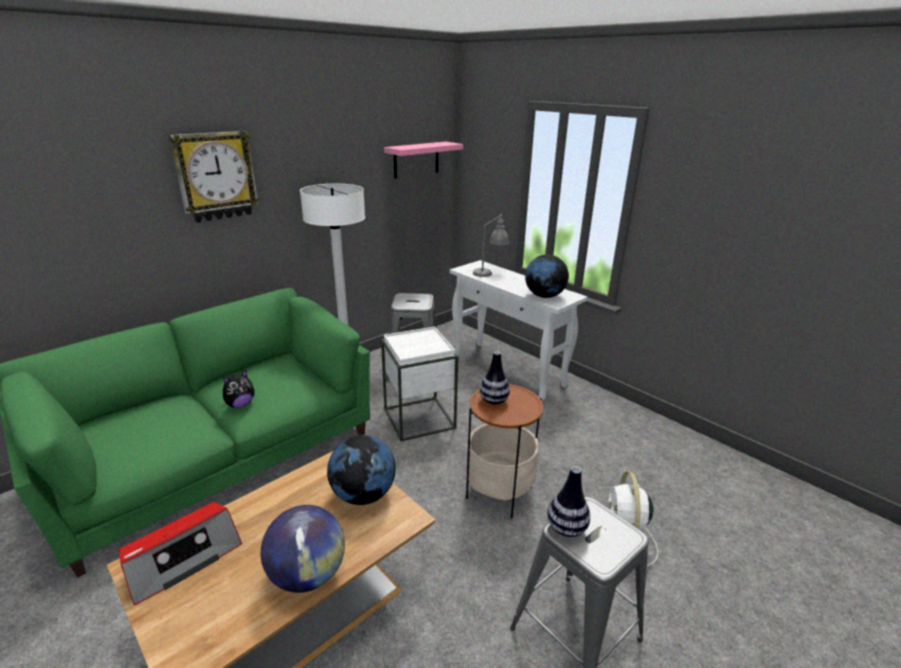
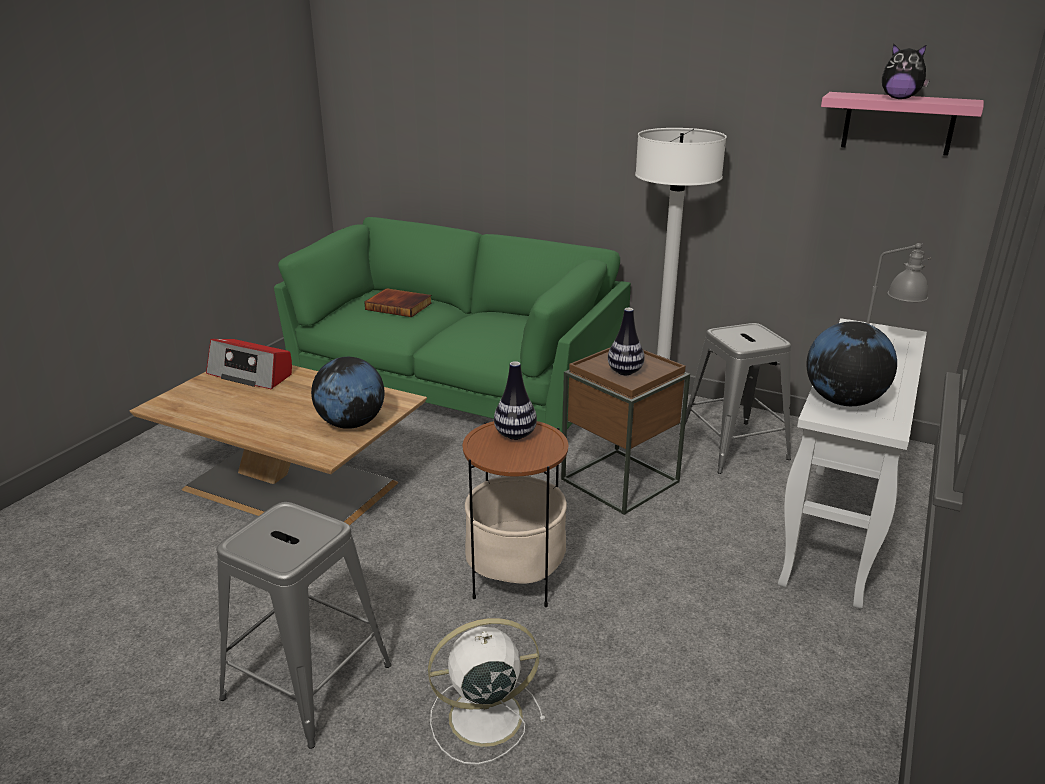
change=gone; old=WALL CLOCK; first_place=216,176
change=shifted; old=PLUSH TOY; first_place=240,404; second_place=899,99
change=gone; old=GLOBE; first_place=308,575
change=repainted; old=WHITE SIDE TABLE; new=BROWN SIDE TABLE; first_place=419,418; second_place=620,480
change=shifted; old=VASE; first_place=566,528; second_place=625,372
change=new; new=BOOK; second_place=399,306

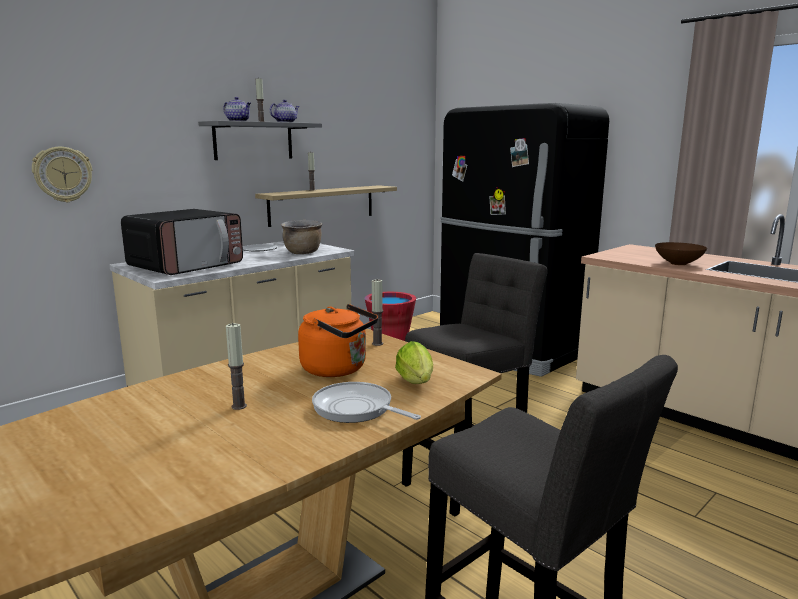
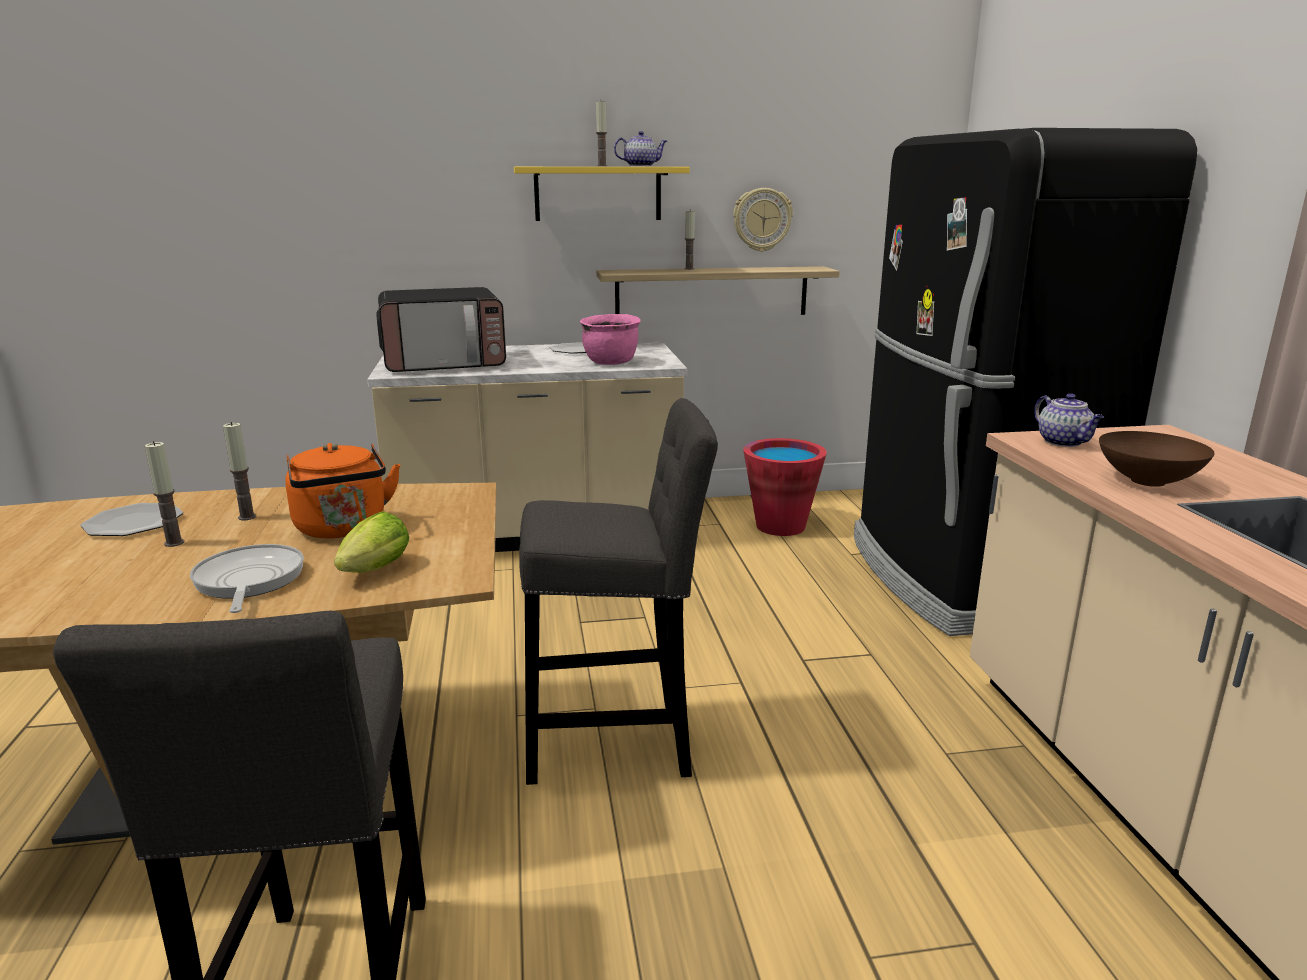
change=shifted; old=WALL CLOCK; first_place=62,174; second_place=762,219
change=repainted; old=GREY SHELF; new=YELLOW SHELF; first_place=253,141; second_place=598,193
change=shifted; old=TEAPOT; first_place=238,121; second_place=1064,442
change=repainted; old=BROWN COOKING POT; new=PINK COOKING POT; first_place=303,253; second_place=611,363
change=shifted; old=CANDLE; first_place=377,343; second_place=247,517
change=new; new=PLATE; second_place=133,522

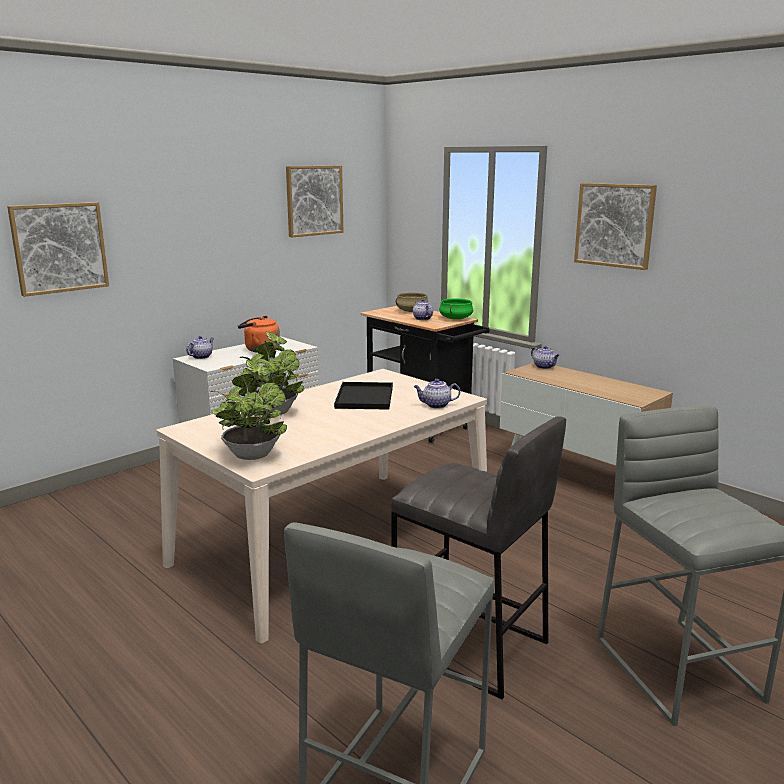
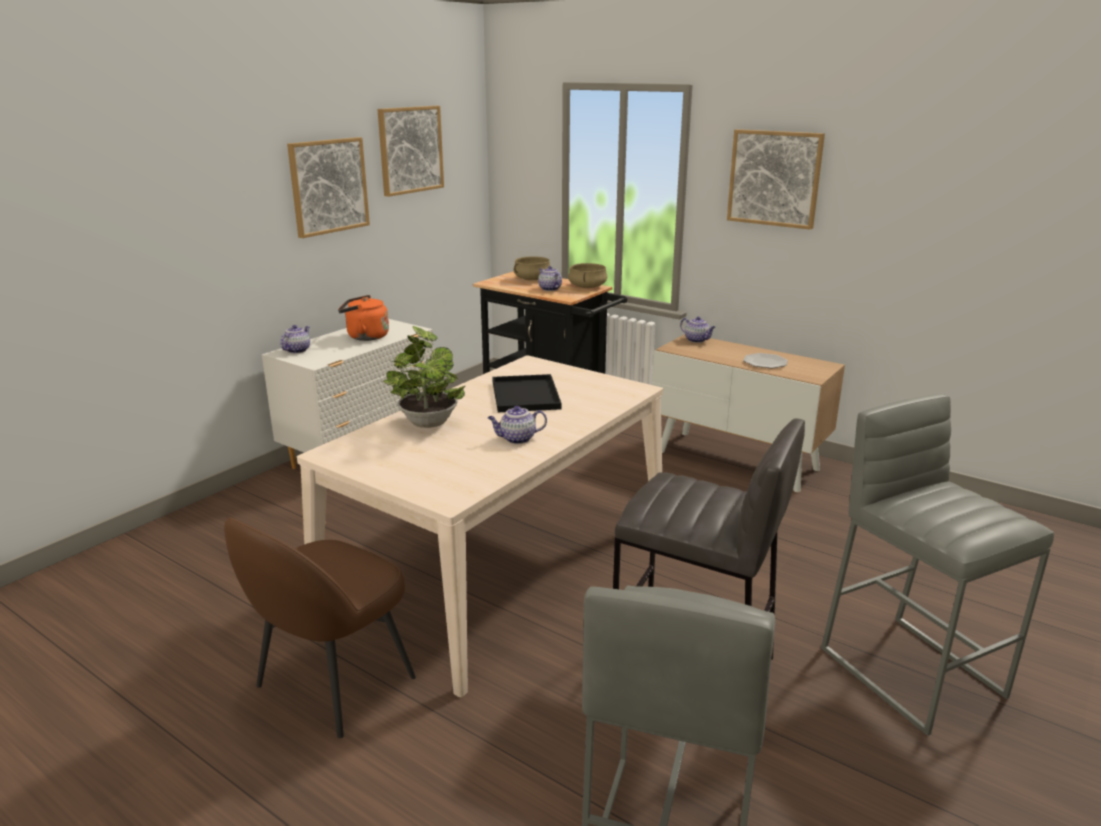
change=shifted; old=PICTURE; first_place=59,248; second_place=328,186
change=gone; old=POTTED PLANT; first_place=252,453
change=shifted; old=TEAPOT; first_place=436,405; second_place=517,439
change=repainted; old=GREEN COOKING POT; new=BEIGE COOKING POT; first_place=456,318; second_place=587,287
change=new; new=BROWN CHAIR; second_place=332,684
change=new; new=PLATE; second_place=765,362

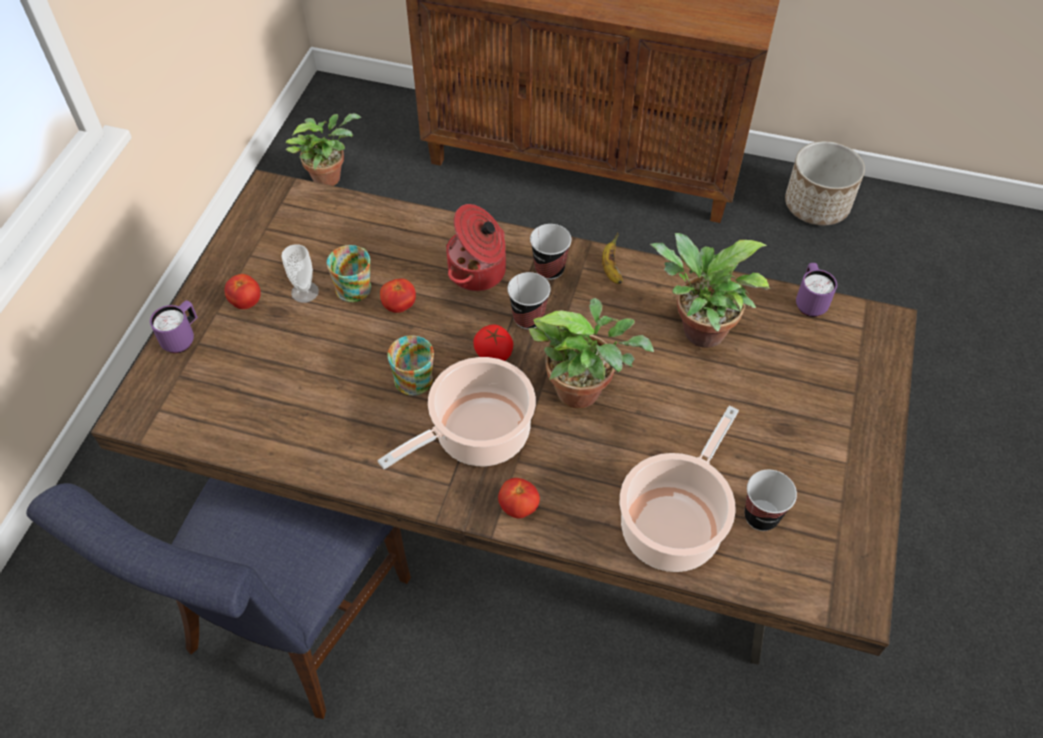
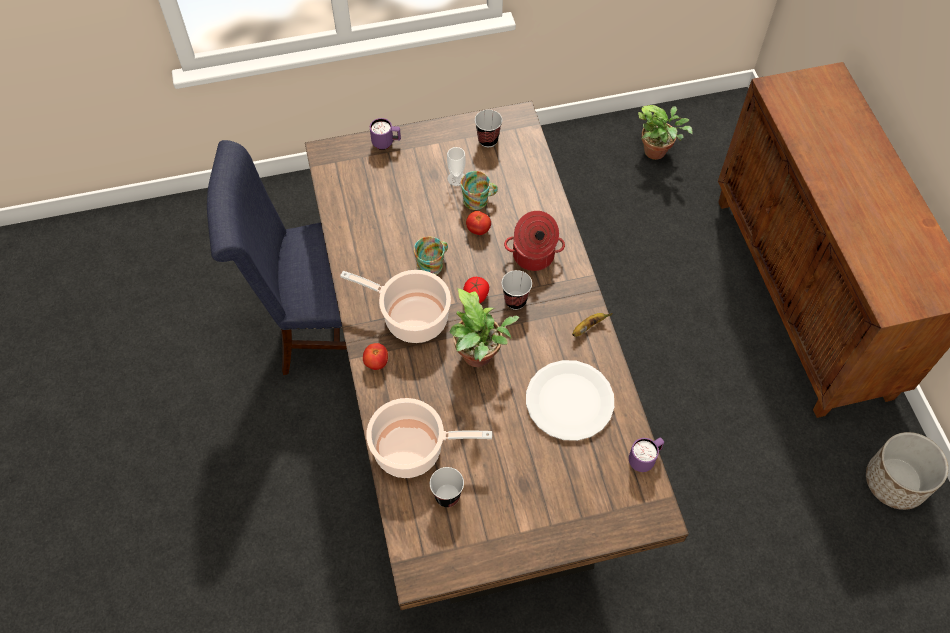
change=gone; old=TOMATO; first_place=246,302
change=shifted; old=CUP; first_place=549,269; second_place=488,140
change=swapped; old=POTTED PLANT; new=WHITE PLATE; first_place=698,332; second_place=569,401

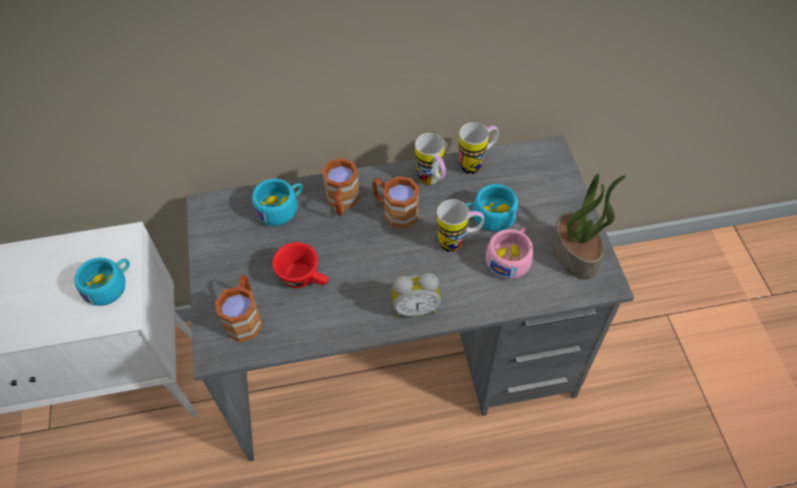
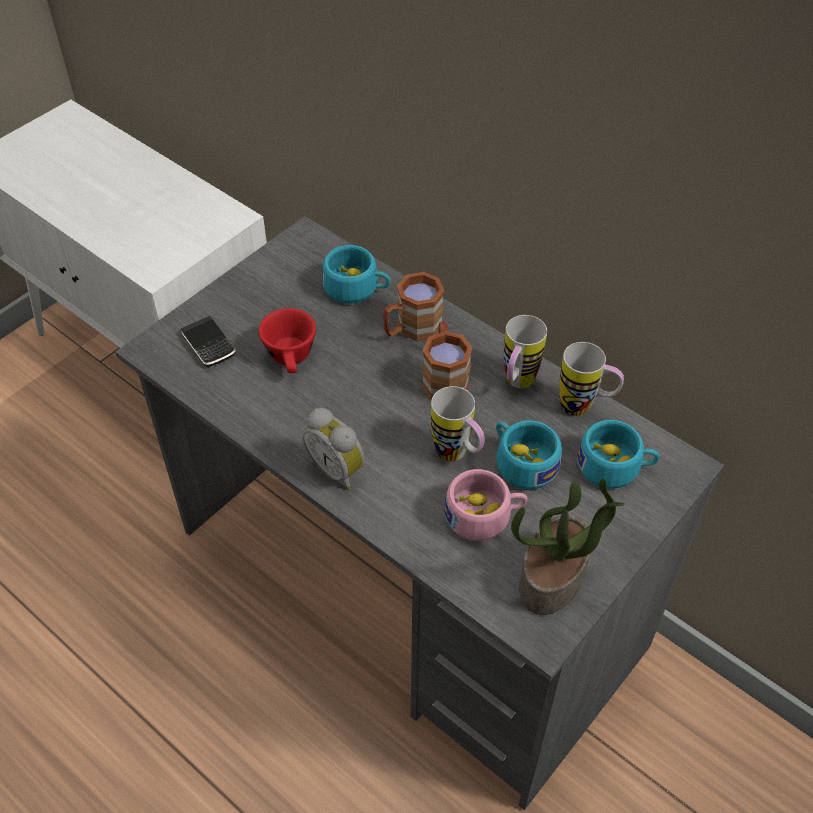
change=shifted; old=TURQUOISE CUP; first_place=110,285; second_place=615,467
change=swapped; old=BROWN MUG; new=PHONE; first_place=245,317; second_place=208,344

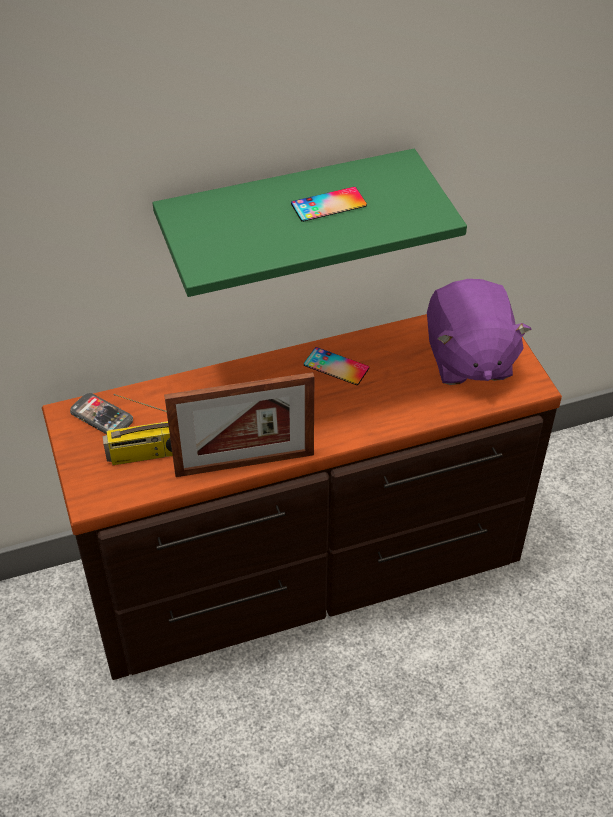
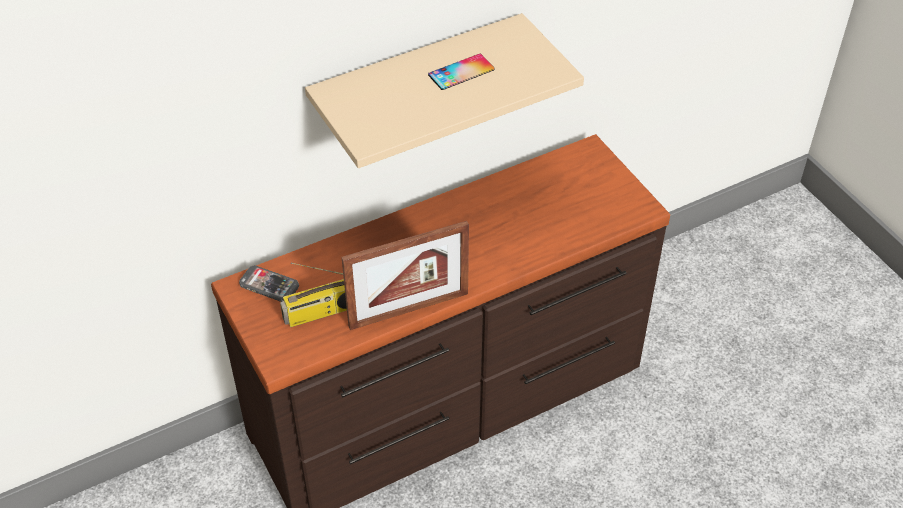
change=repainted; old=GREEN SHELF; new=BEIGE SHELF; first_place=287,216; second_place=418,85
change=gone; old=PHONE; first_place=336,366
change=gone; old=PURPLE PLUSH TOY; first_place=468,359

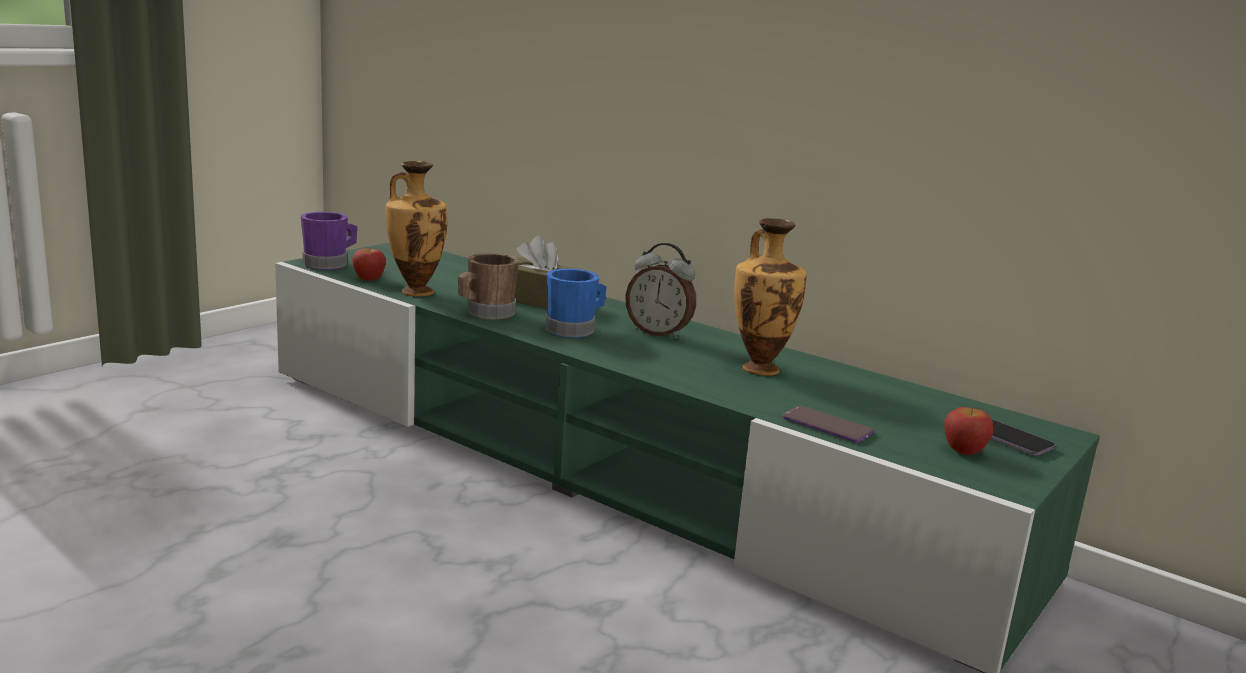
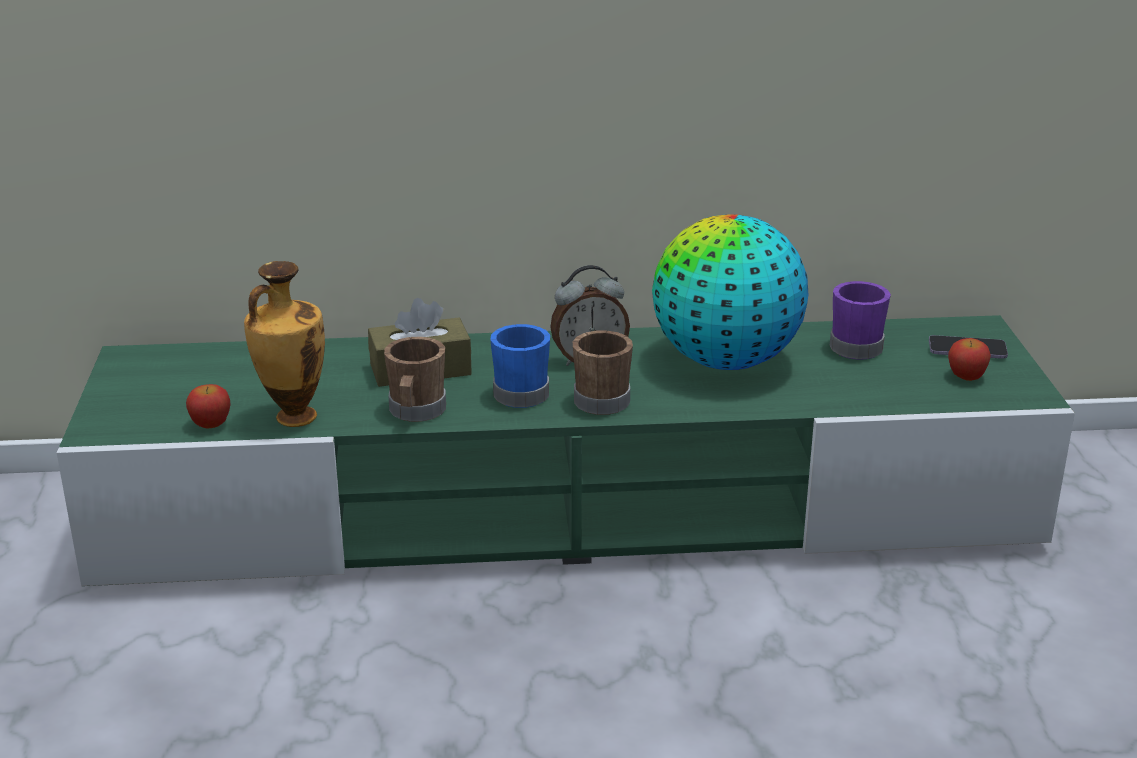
change=shifted; old=PURPLE MUG; first_place=330,264; second_place=855,345
change=swapped; old=VASE; new=GLOBE; first_place=759,368; second_place=725,361
change=gone; old=PHONE; first_place=827,426
change=new; new=BROWN MUG; second_place=605,399

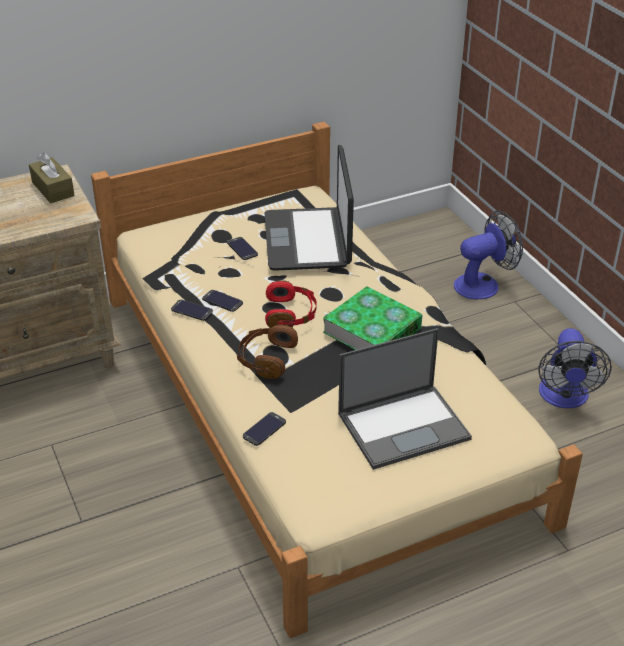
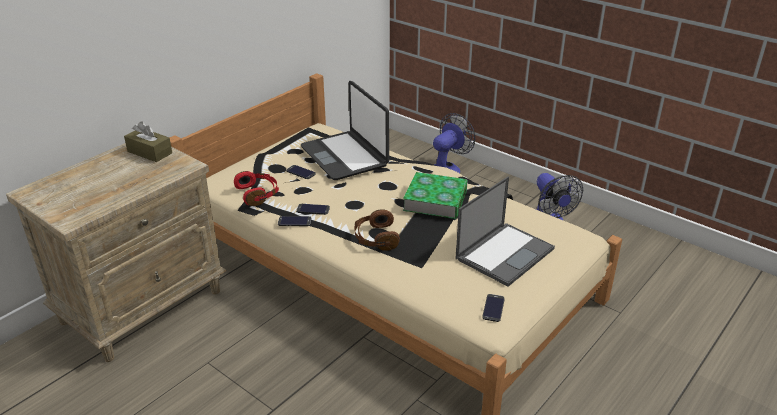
change=shifted; old=PHONE; first_place=264,429; second_place=493,308
change=shifted; old=RED HEADPHONES; first_place=291,315; second_place=258,194

